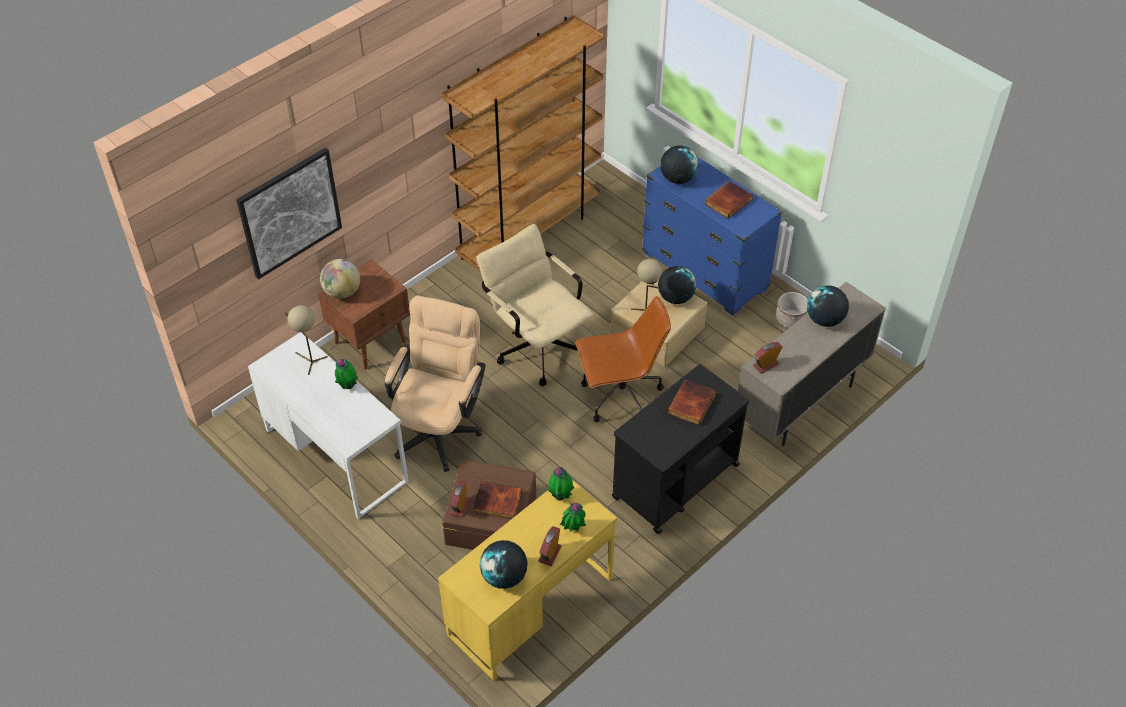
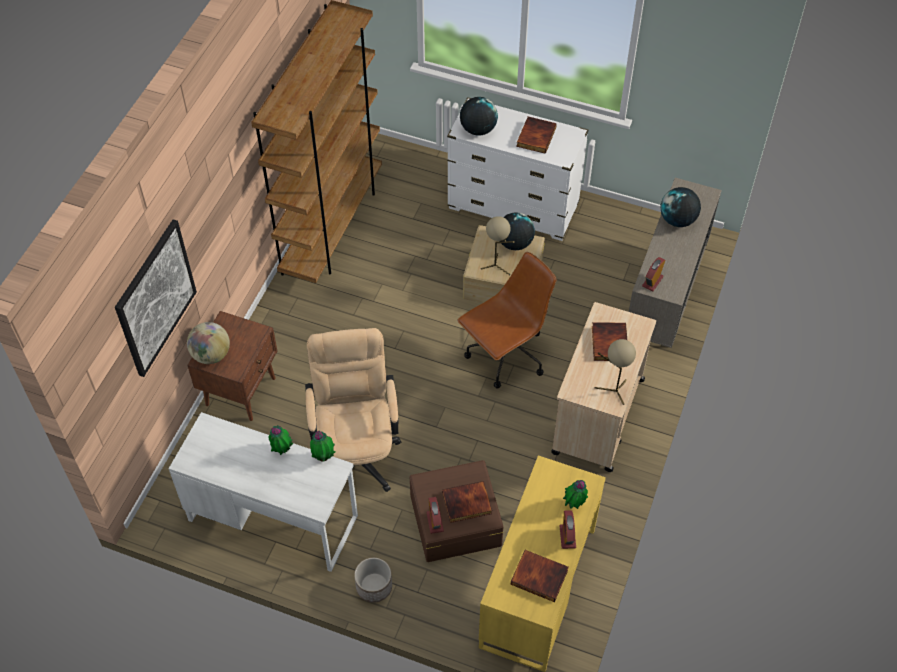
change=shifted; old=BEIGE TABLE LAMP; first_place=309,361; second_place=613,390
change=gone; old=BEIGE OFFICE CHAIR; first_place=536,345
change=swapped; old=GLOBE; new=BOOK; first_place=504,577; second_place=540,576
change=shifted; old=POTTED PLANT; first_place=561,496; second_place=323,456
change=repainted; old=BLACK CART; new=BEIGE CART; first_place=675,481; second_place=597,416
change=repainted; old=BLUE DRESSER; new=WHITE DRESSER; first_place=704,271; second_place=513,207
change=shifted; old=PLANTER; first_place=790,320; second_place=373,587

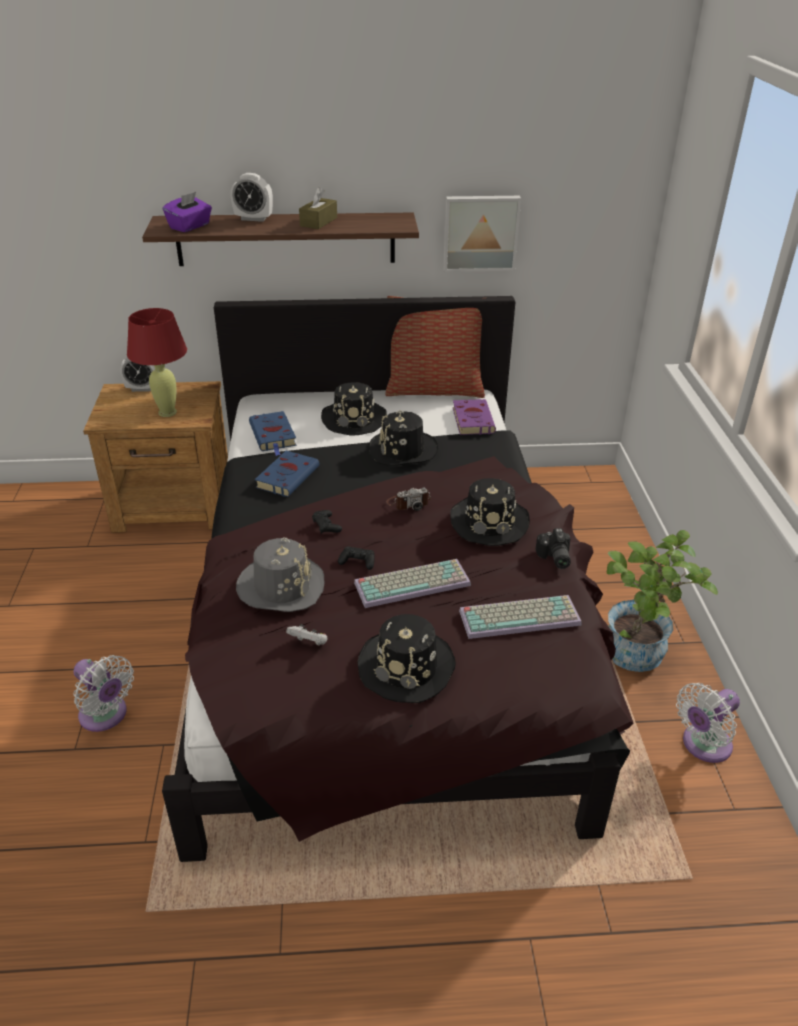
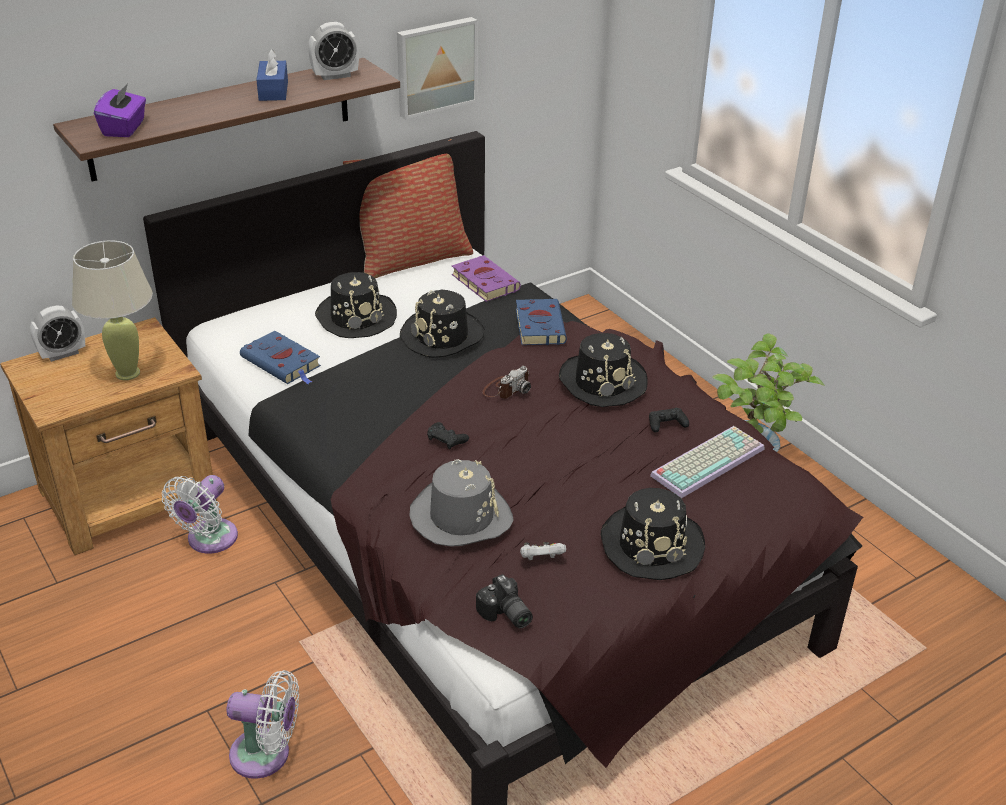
change=repainted; old=RED TABLE LAMP; new=BEIGE TABLE LAMP; first_place=167,412; second_place=127,373
change=shifted; old=ALARM CLOCK; first_place=253,219; second_place=335,76
change=shifted; old=BLUE BOOK; first_place=288,476; second_place=539,325
change=repainted; old=BROWN TISSUE BOX; new=BLUE TISSUE BOX; first_place=318,222; second_place=273,90
change=shifted; old=BLACK GAME CONTROLLER; first_place=357,561; second_place=666,424
change=gone; old=KEYBOARD; first_place=413,582
change=shifted; old=PHOTO CAMERA; first_place=553,558; second_place=505,615
change=shifted; old=WHITE FAN; first_place=703,745; second_place=209,540

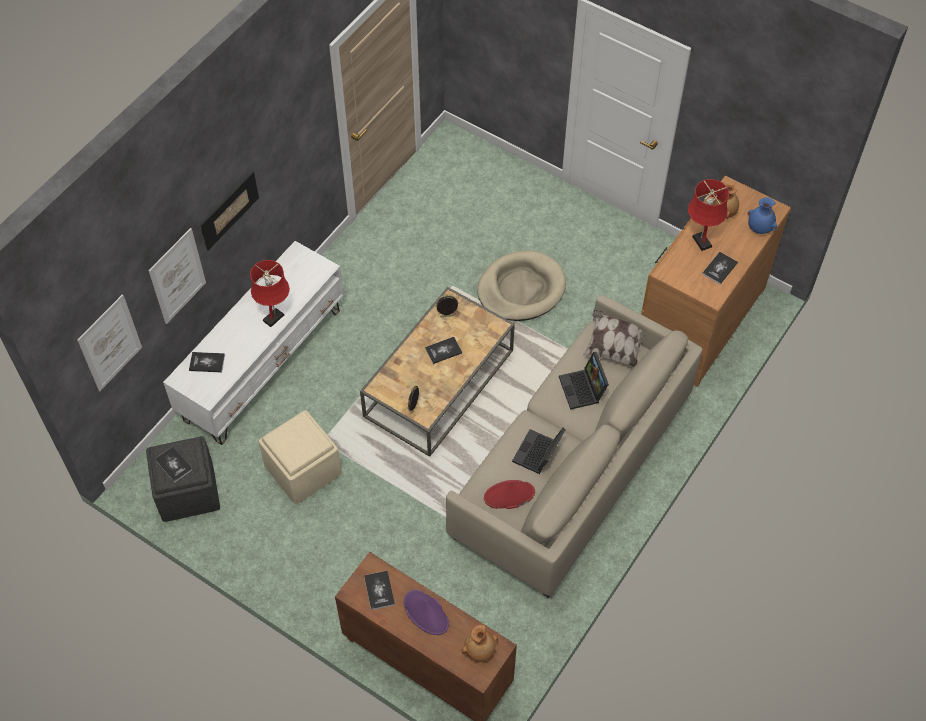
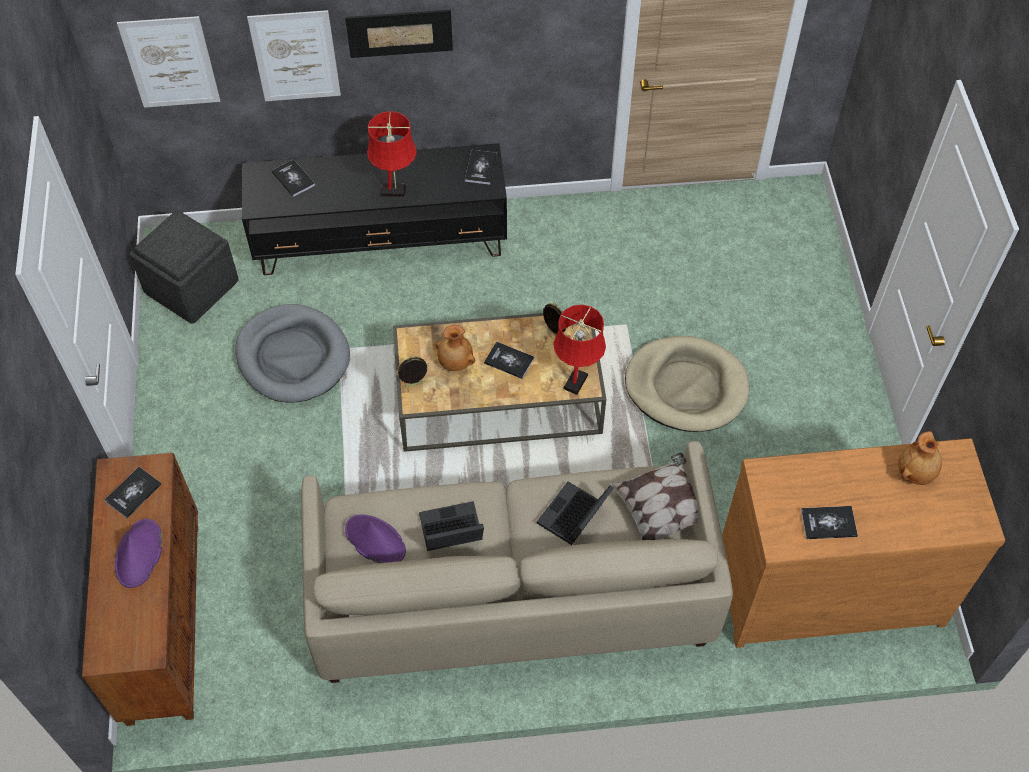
change=shifted; old=BOOK; first_place=173,465; second_place=481,168
change=repainted; old=WHITE TV STAND; new=BLACK TV STAND; first_place=264,364; second_place=382,242
change=swapped; old=BEIGE OTTOMAN; new=GREY DOG BED; first_place=302,469; second_place=293,356
change=shifted; old=BROWN VASE; first_place=480,651; second_place=455,362
change=repainted; old=RED HAT; new=PURPLE HAT; first_place=509,495; second_place=375,540
change=shifted; old=RED TABLE LAMP; first_place=701,240; second_place=577,379
change=gone; old=BLUE VASE; first_place=759,228

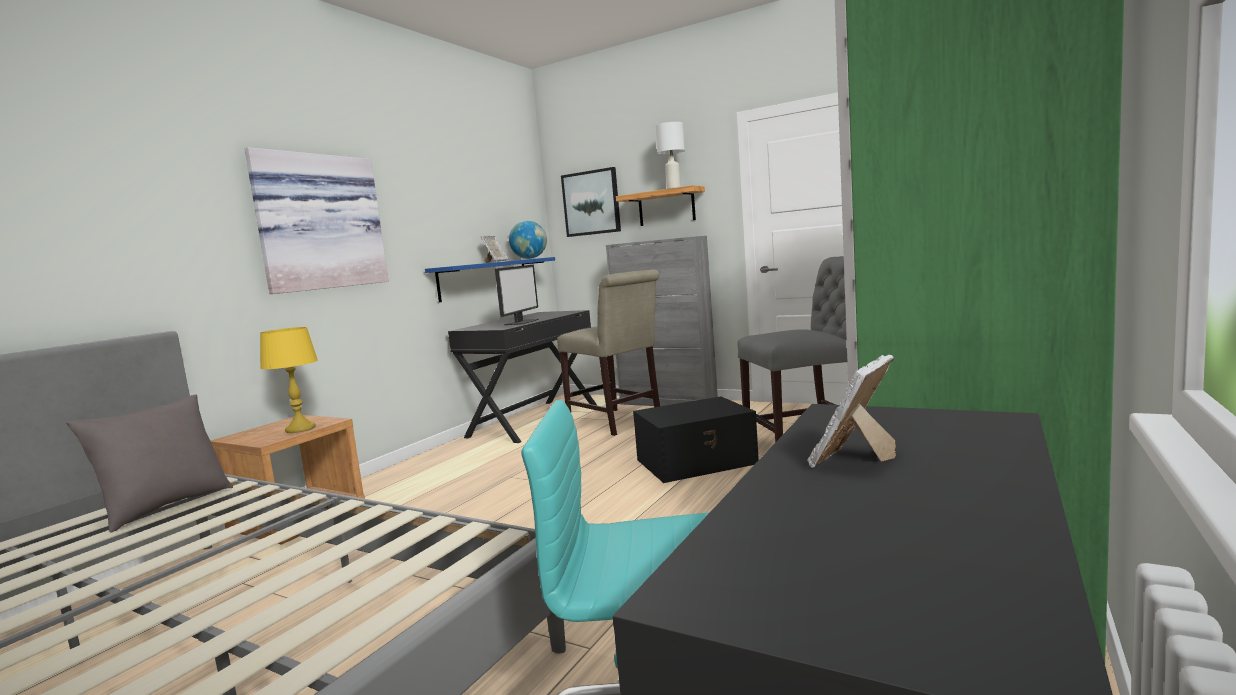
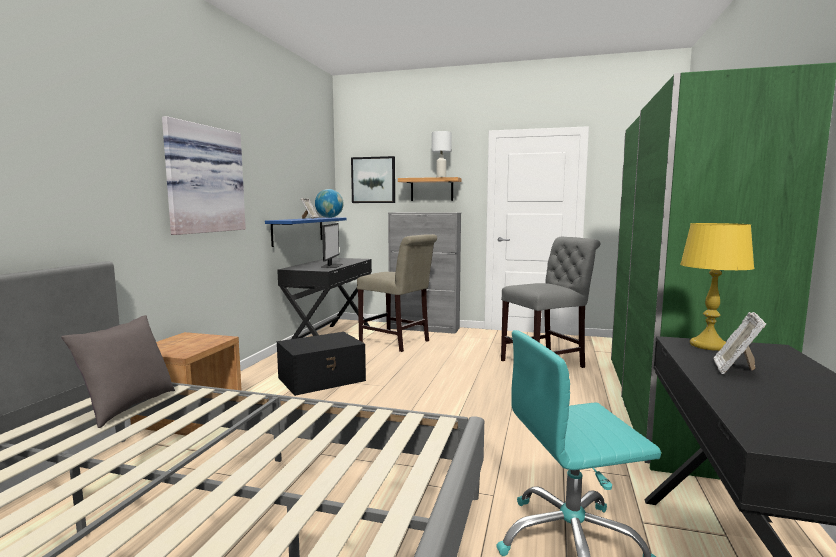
change=shifted; old=YELLOW TABLE LAMP; first_place=300,429; second_place=709,345
change=shifted; old=BLACK STORAGE BOX; first_place=697,461; second_place=322,379

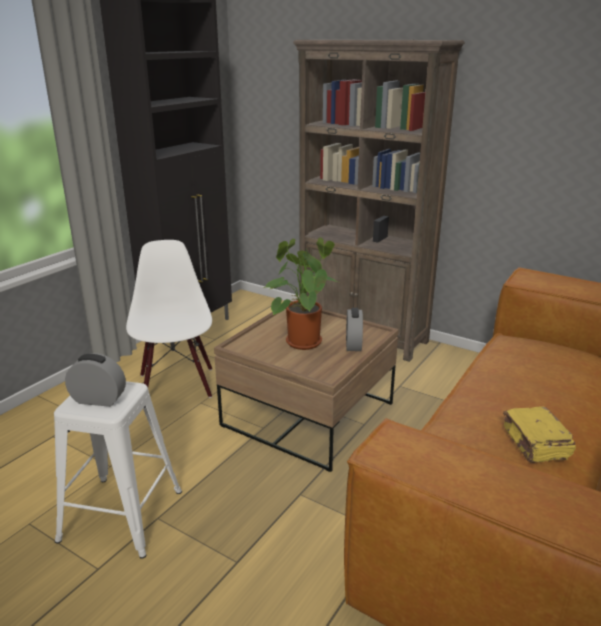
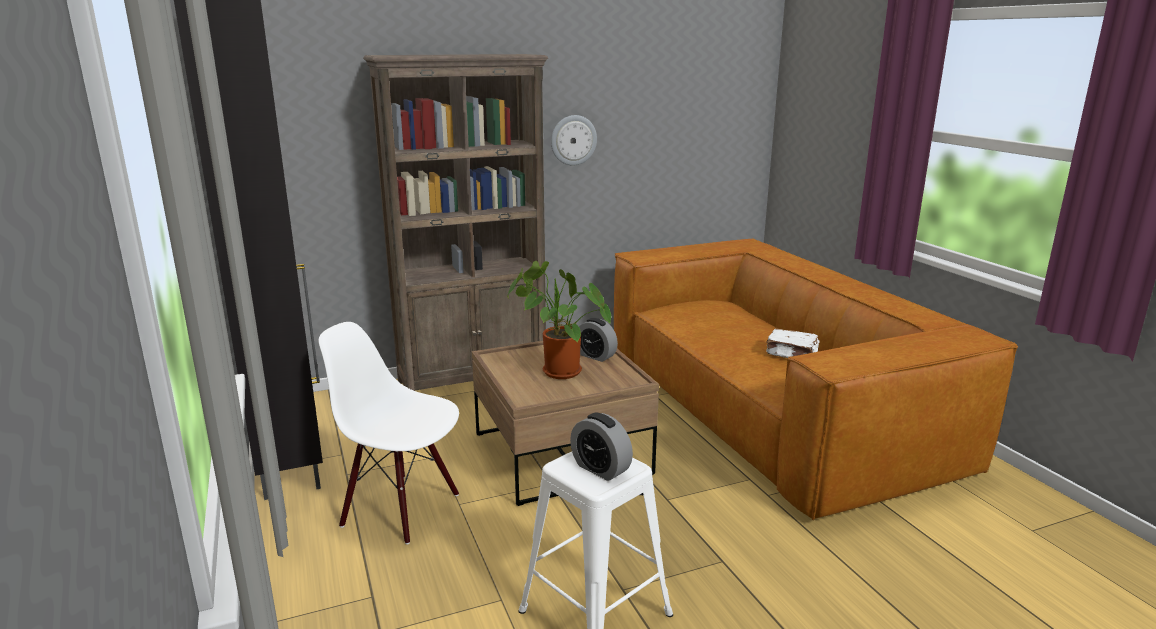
change=rotated; old=ALARM CLOCK; first_place=98,399; second_place=600,469; degrees=-90
change=repainted; old=YELLOW BOOK; new=WHITE BOOK; first_place=535,444; second_place=792,354
change=new; new=WALL CLOCK; second_place=573,140

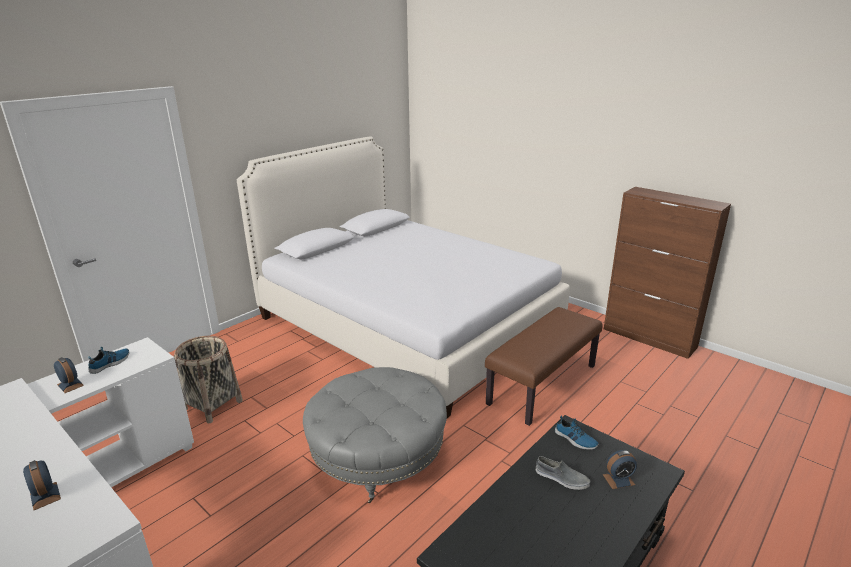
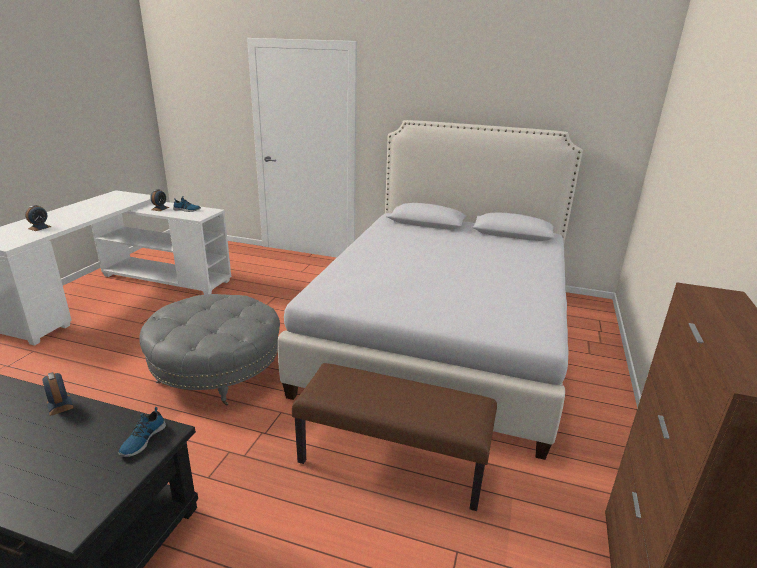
change=gone; old=BASKET; first_place=212,405
change=gone; old=GREY SHOE; first_place=561,478
change=shifted; old=ALARM CLOCK; first_place=618,479; second_place=60,405

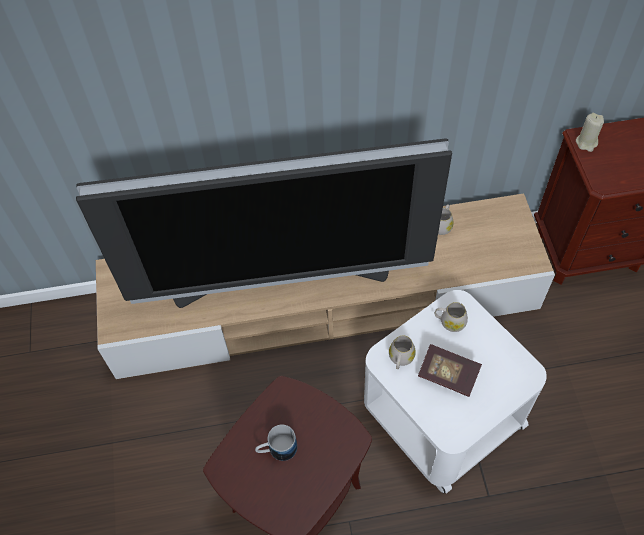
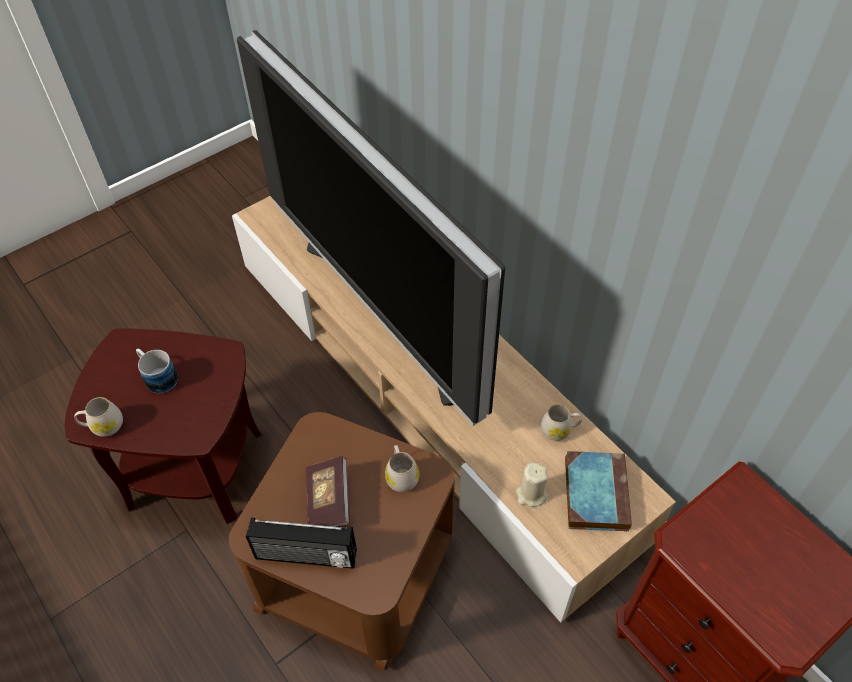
change=repainted; old=WHITE SIDE TABLE; new=BROWN SIDE TABLE; first_place=442,412; second_place=356,568
change=shifted; old=WHITE MUG; first_place=400,359; second_place=103,426
change=shifted; old=BEIGE CANDLE; first_place=586,142; second_place=531,494
change=new; new=RADIO; second_place=306,556
change=new; new=BOOK; second_place=595,492

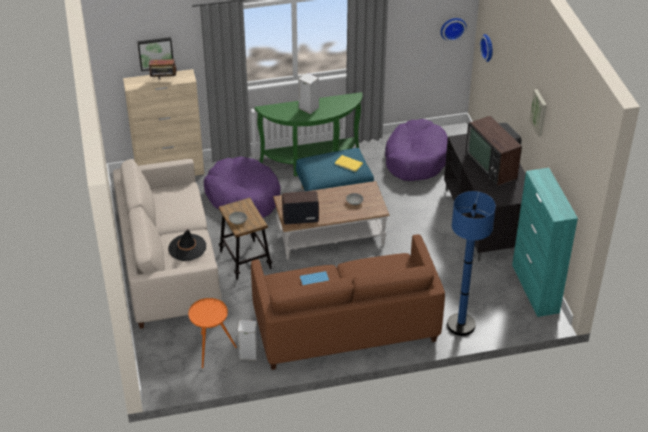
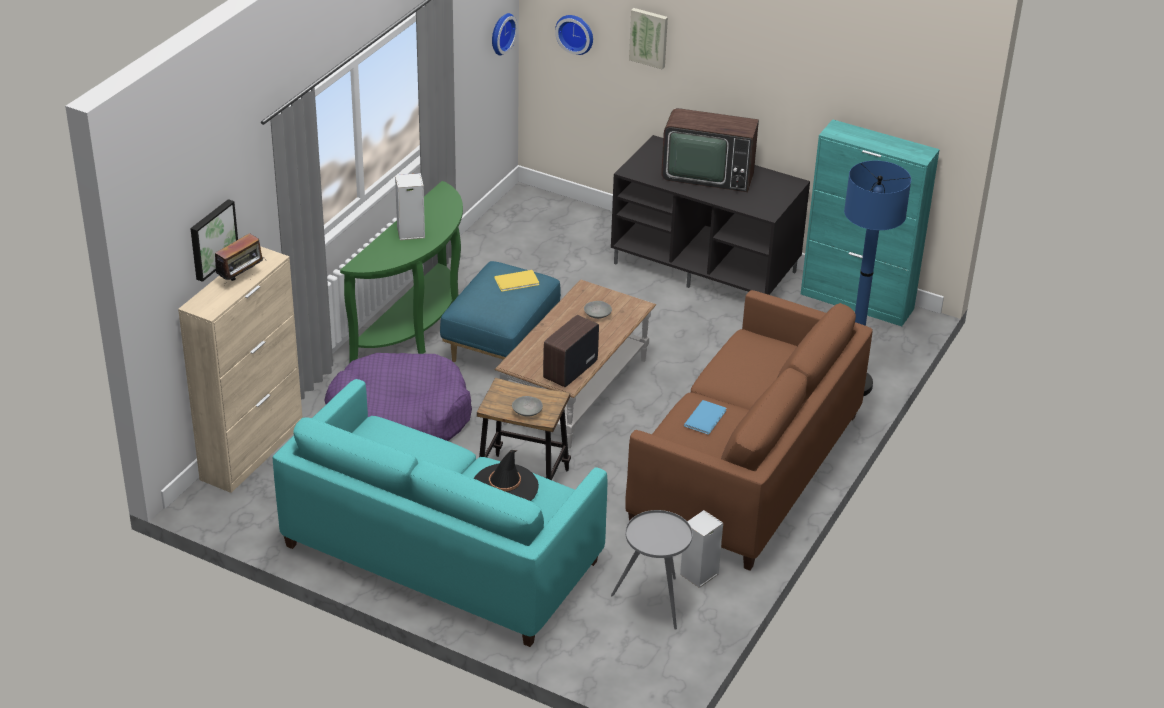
change=repainted; old=BEIGE SOFA; new=TURQUOISE SOFA; first_place=169,265; second_place=441,554
change=repainted; old=ORANGE SIDE TABLE; new=GREY SIDE TABLE; first_place=211,350; second_place=654,603
change=gone; old=PURPLE DOG BED; first_place=416,158
change=shifted; old=PICTURE; first_place=539,112; second_place=649,37

